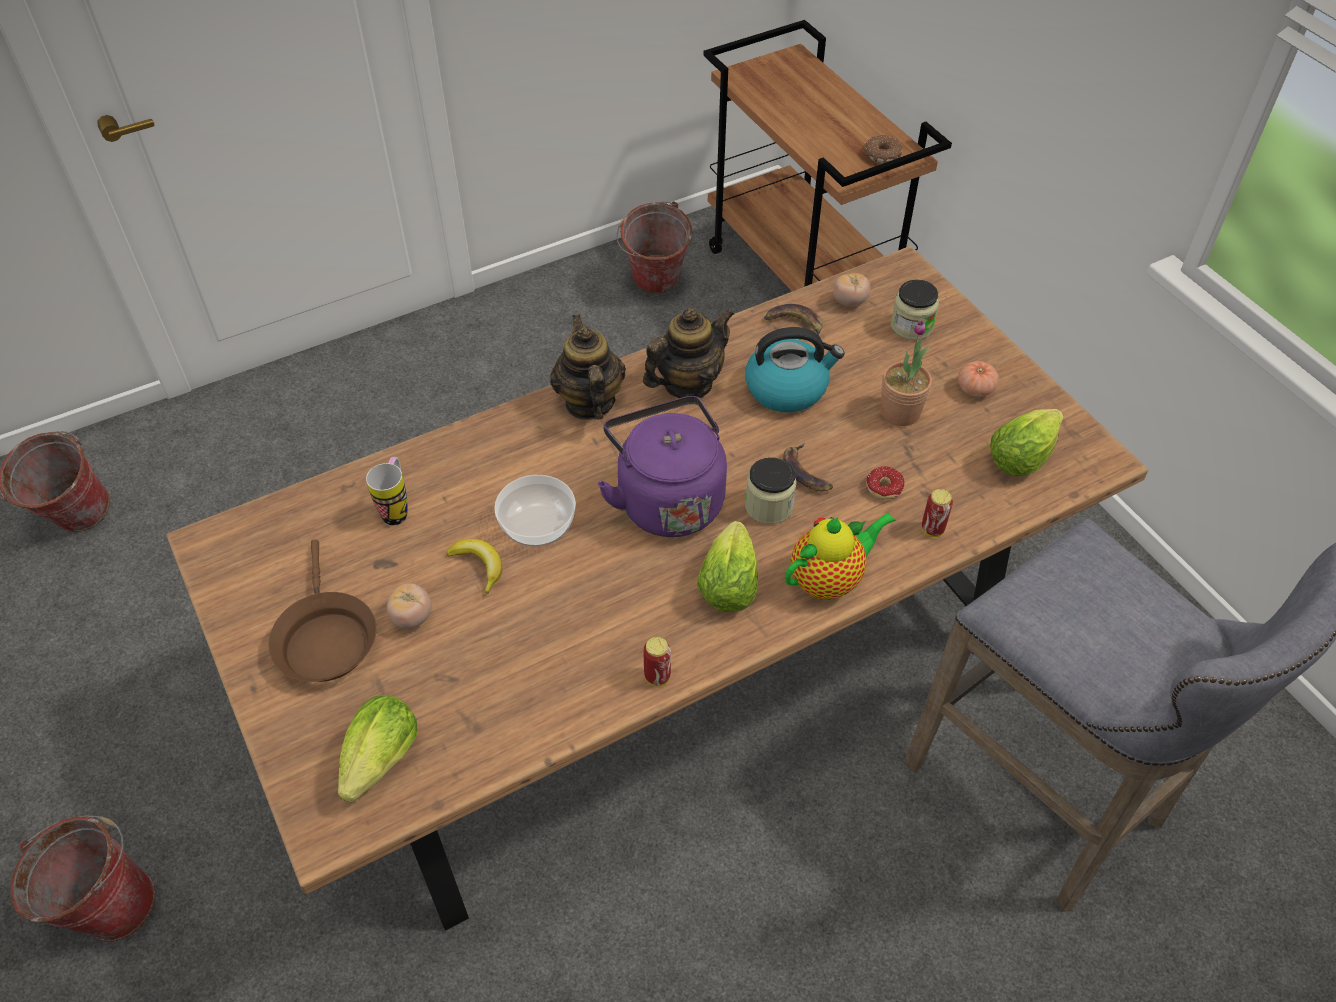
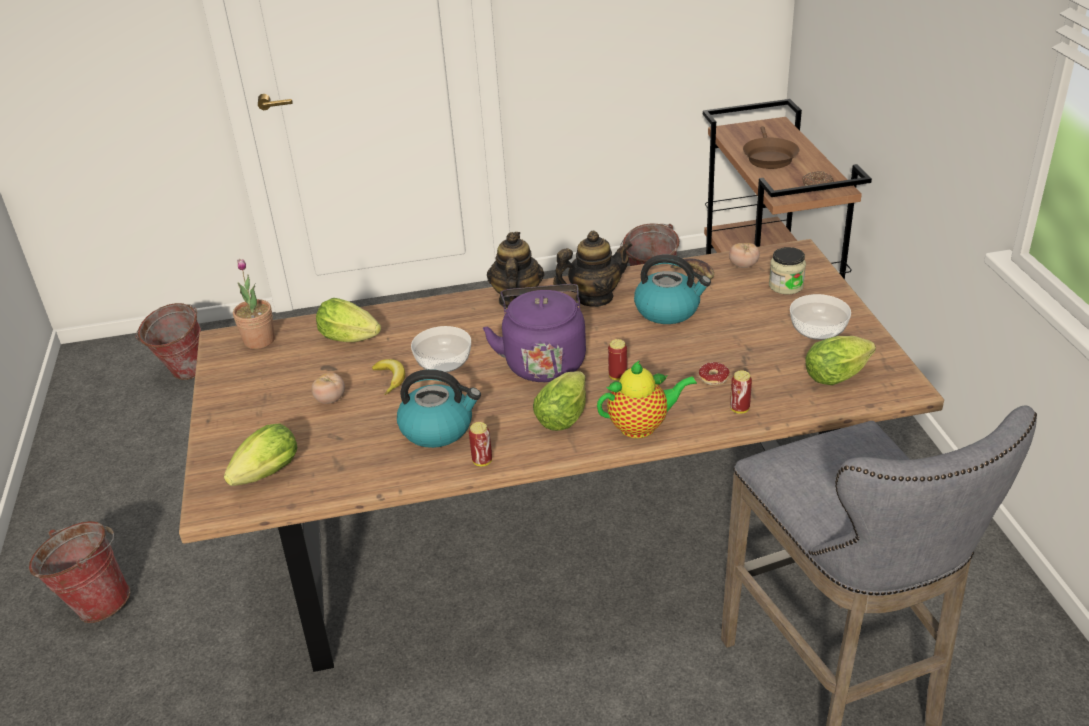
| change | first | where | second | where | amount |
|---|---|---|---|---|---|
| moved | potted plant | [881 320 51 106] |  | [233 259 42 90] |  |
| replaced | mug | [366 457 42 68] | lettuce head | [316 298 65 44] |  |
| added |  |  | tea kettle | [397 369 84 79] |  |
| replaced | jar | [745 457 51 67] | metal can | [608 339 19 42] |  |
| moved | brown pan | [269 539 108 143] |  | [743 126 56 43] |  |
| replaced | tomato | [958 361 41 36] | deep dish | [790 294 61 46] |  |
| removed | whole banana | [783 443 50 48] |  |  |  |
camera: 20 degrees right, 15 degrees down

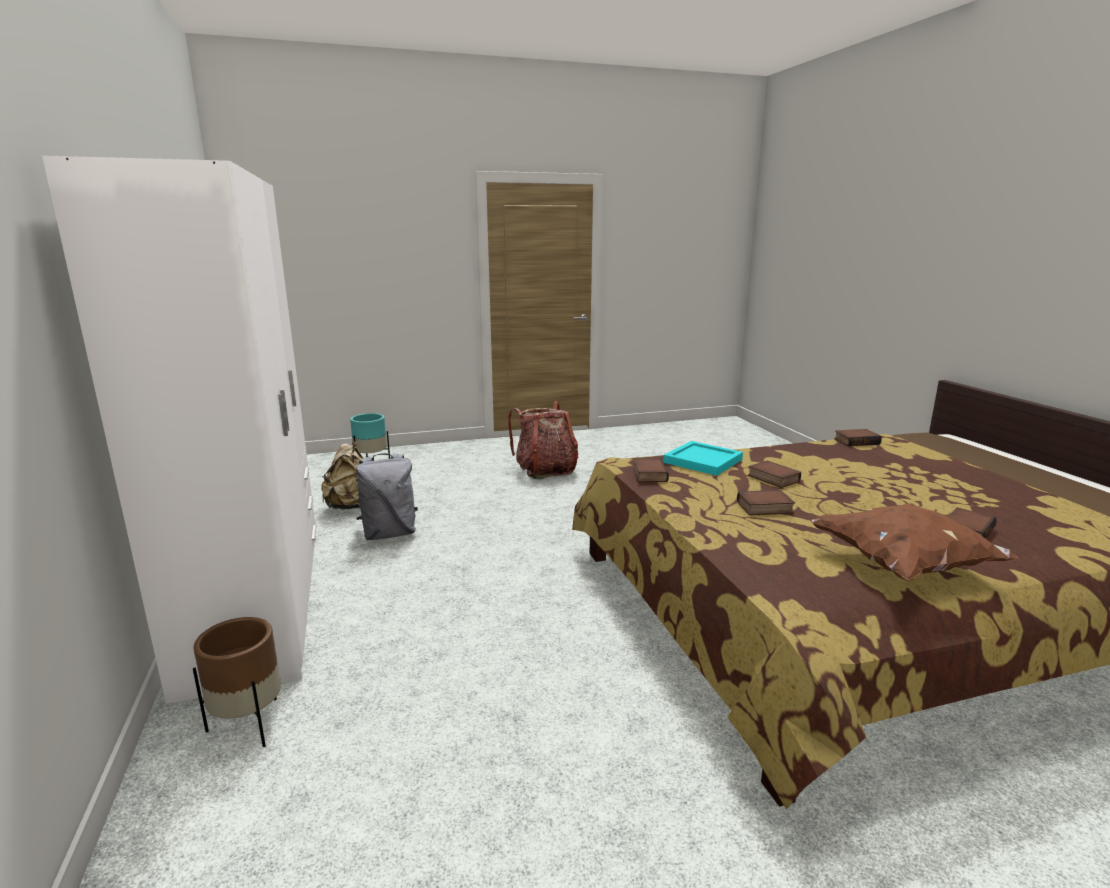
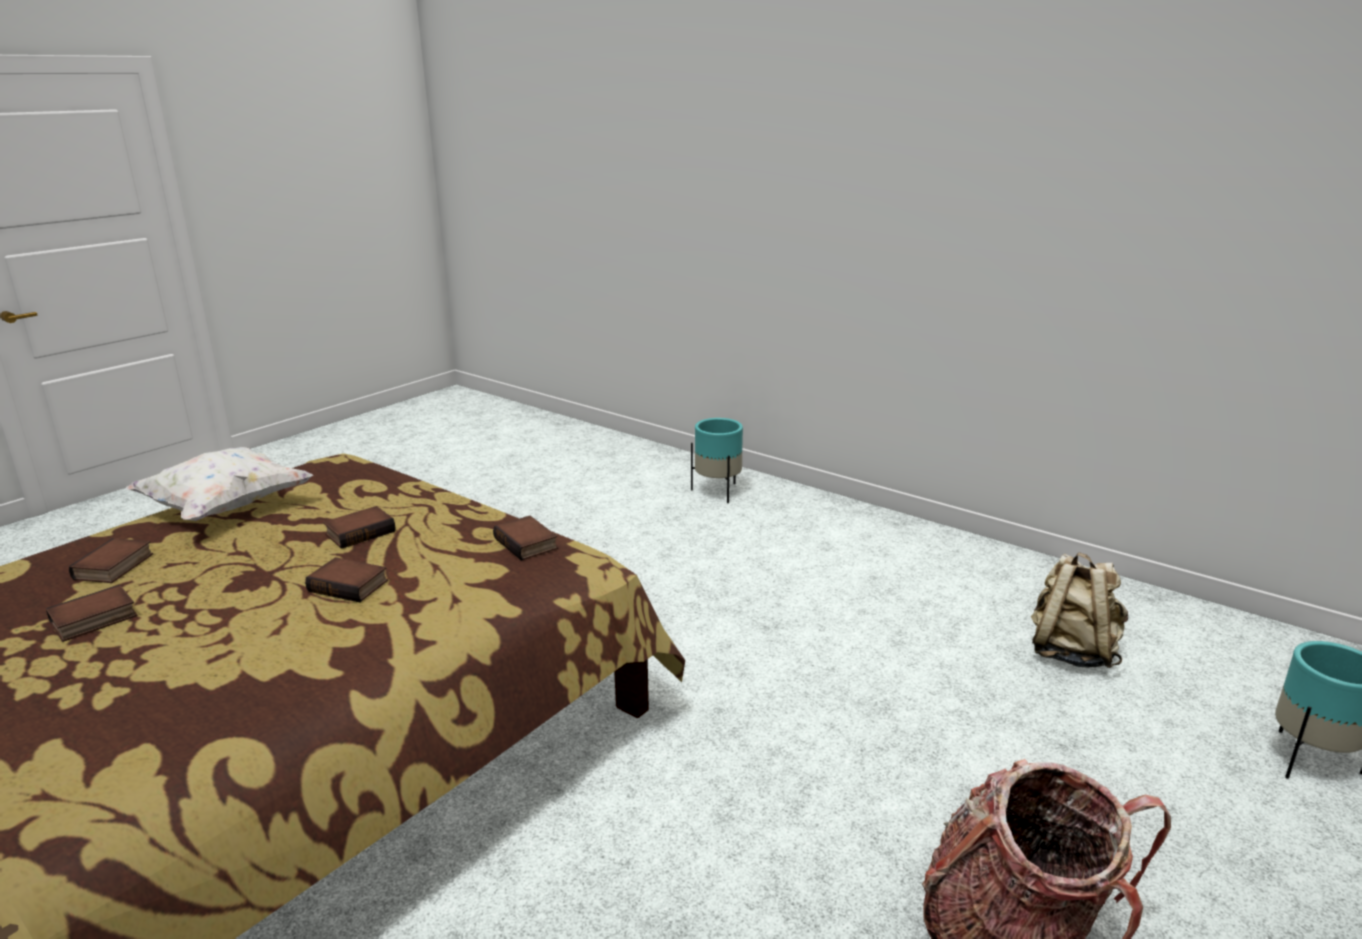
| change | first | where | second | where | amount |
|---|---|---|---|---|---|
| moved | bound book | [834 429 48 17] |  | [46 585 92 57] |  |
| recoloured | brown pillow | [810 503 208 78] | white-coloured pillow | [126 447 187 74] |  |
| recoloured | brown planter | [193 617 88 130] | blue-green planter | [691 418 52 85] |  |
| removed | white-coloured armoire | [42 156 274 548] |  |  |  |
| removed | grey backpack | [356 453 62 87] |  |  |  |
| removed | blue-green carrying tray | [663 441 80 35] |  |  |  |
camera: 145 degrees right, 5 degrees up

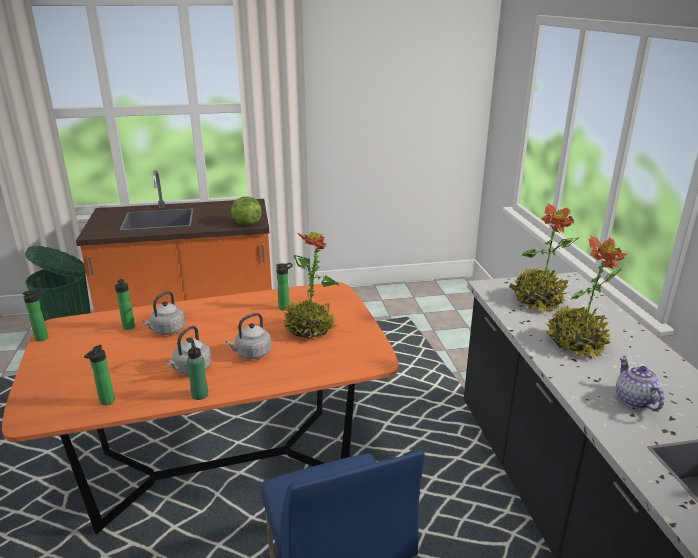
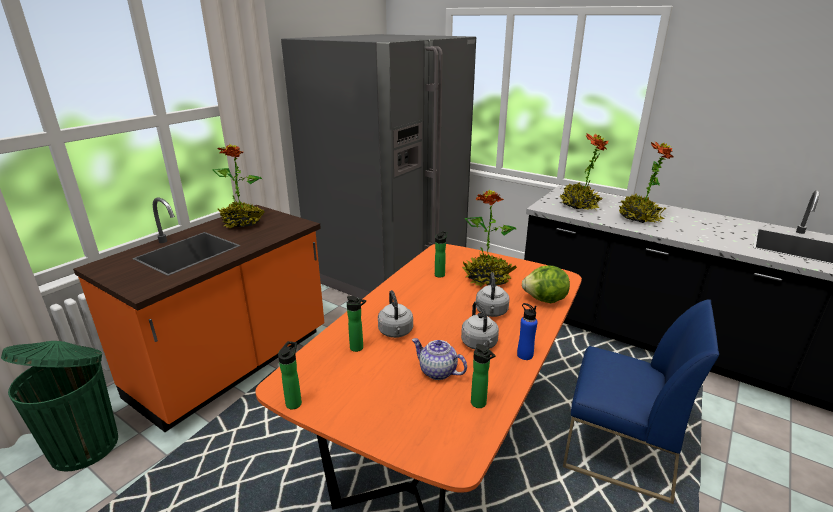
| change | first | where | second | where | amount |
|---|---|---|---|---|---|
| added |  |  | potted plant | [212 144 53 85] |  |
| added |  |  | grey kitchen fridge | [281 34 195 265] |  |
| moved | pot for tea | [616 357 49 54] |  | [412 338 55 42] |  |
| recoloured | green drink bottle | [187 340 21 60] | blue drink bottle | [517 303 21 57] |  |
| moved | lettuce head | [231 196 31 29] |  | [522 266 48 37] |  |
camera: 45 degrees left, 0 degrees up

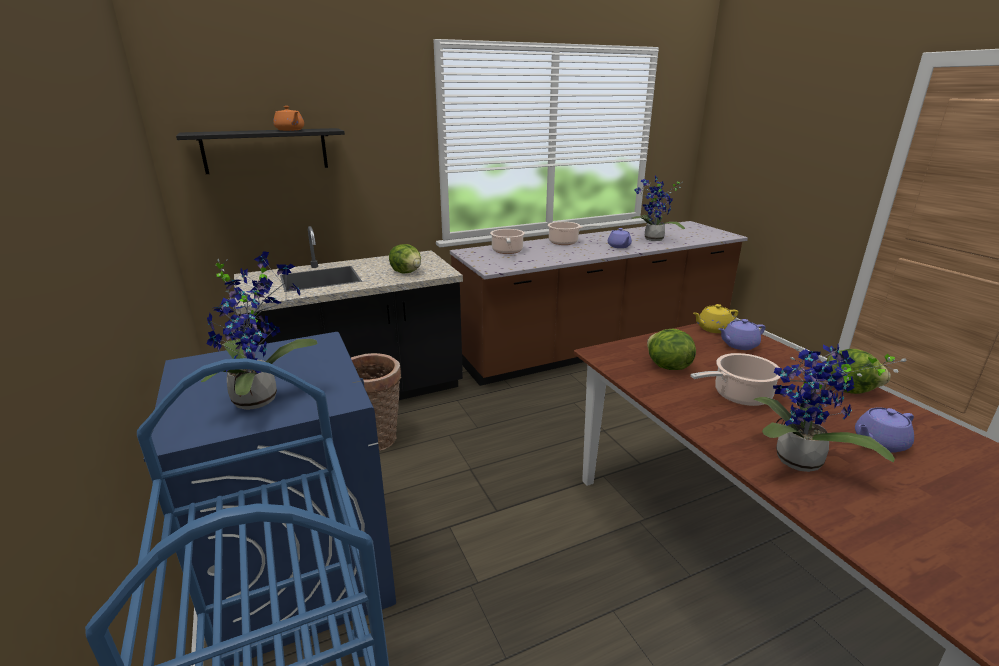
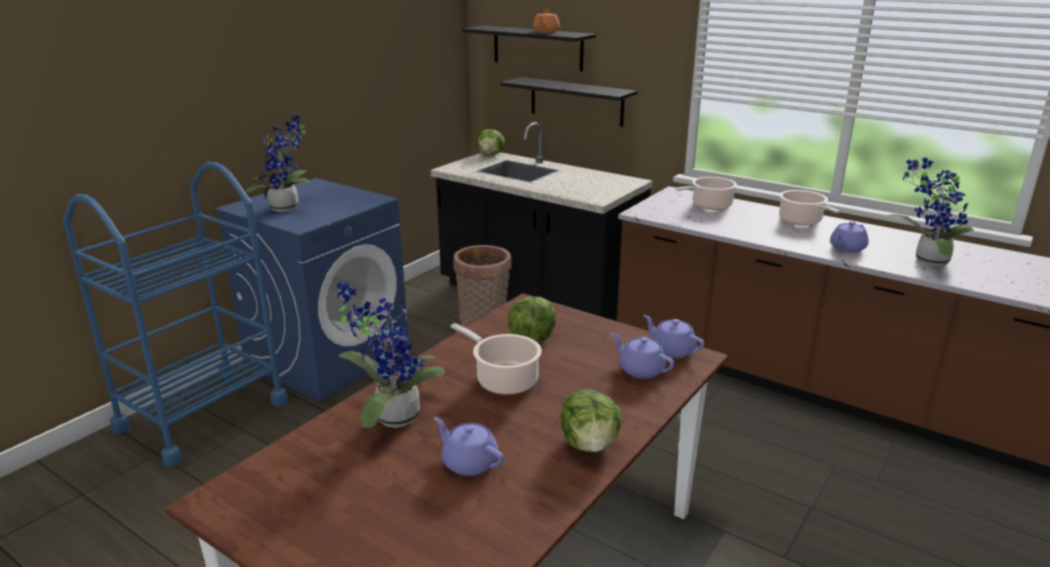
| change | first | where | second | where | amount |
|---|---|---|---|---|---|
| moved | lettuce head | [389 244 32 29] |  | [478 129 27 27] |  |
| added |  |  | blackish shelf | [500 77 138 50] |  |
| recoloured | yellow-coloured pot for tea | [693 304 45 29] | purplish pot for tea | [643 315 62 43] |  |
camera: 60 degrees right, 0 degrees up

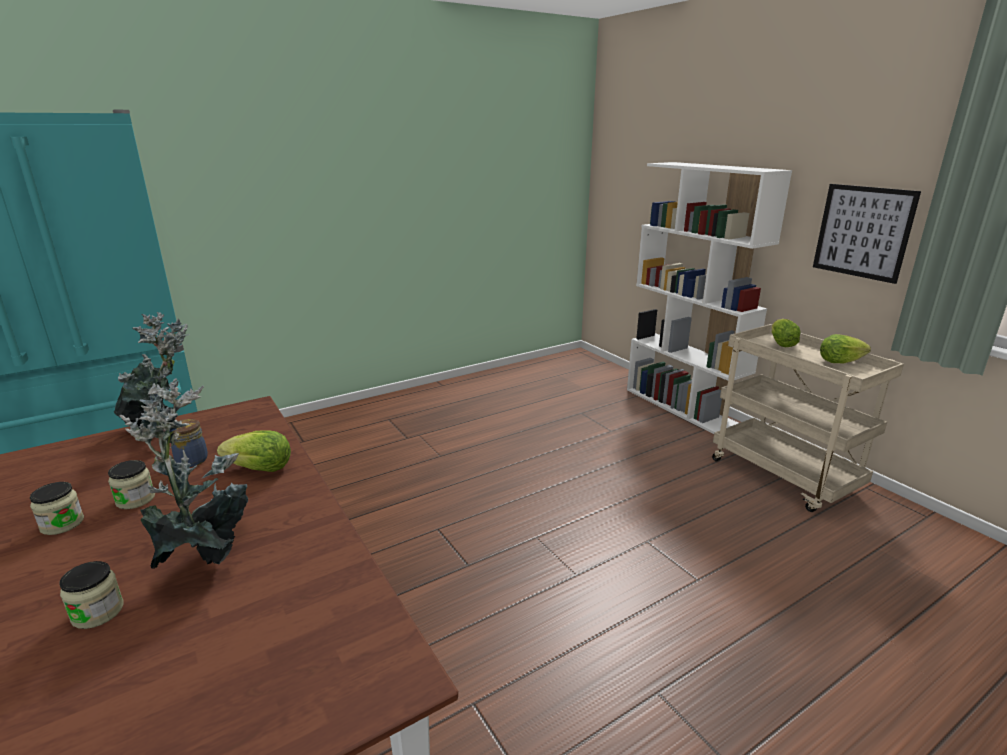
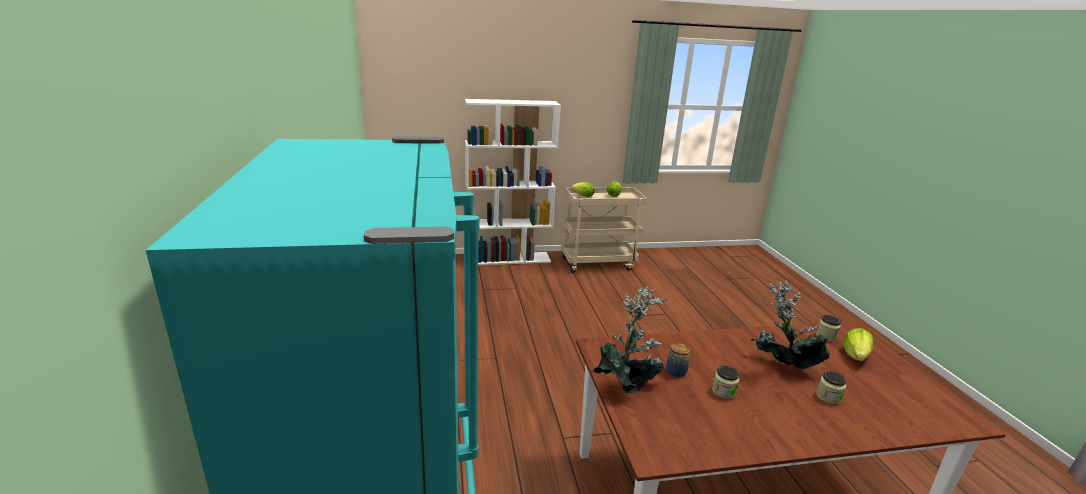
| change | first | where | second | where | amount |
|---|---|---|---|---|---|
| moved | jar | [30 482 54 53] |  | [816 315 25 27] |  |
| moved | lettuce head | [217 430 74 42] |  | [843 328 31 33] |  |
| removed | picture | [813 184 108 100] |  |  |  |
camera: 70 degrees left, 0 degrees up

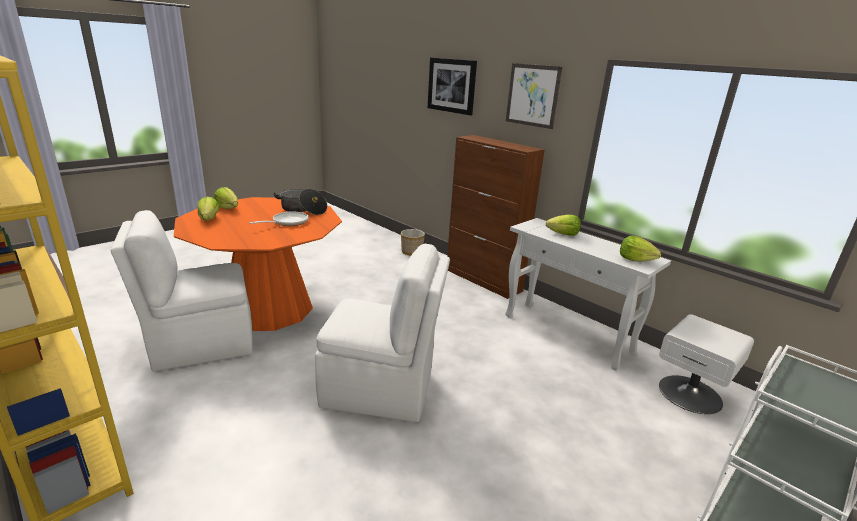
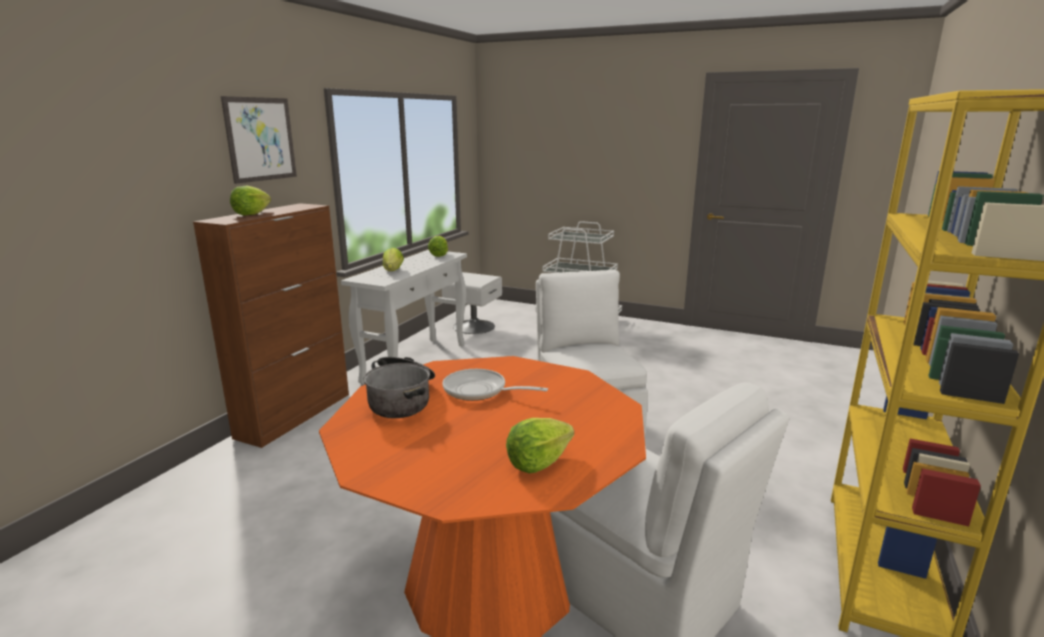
| change | first | where | second | where | amount |
|---|---|---|---|---|---|
| moved | lettuce head | [214 187 24 22] |  | [230 185 41 30] |  |
| removed | planter | [401 229 24 27] |  |  |  |
| removed | picture | [428 57 49 59] |  |  |  |
camera: 110 degrees left, 5 degrees down

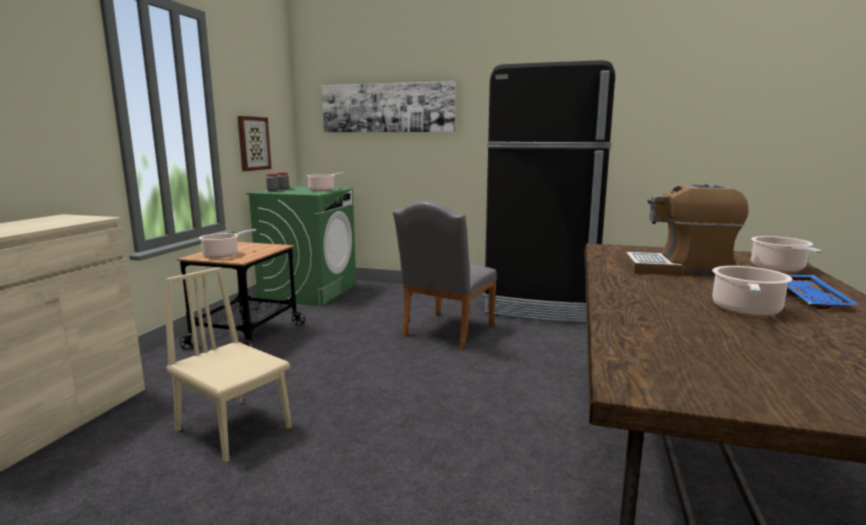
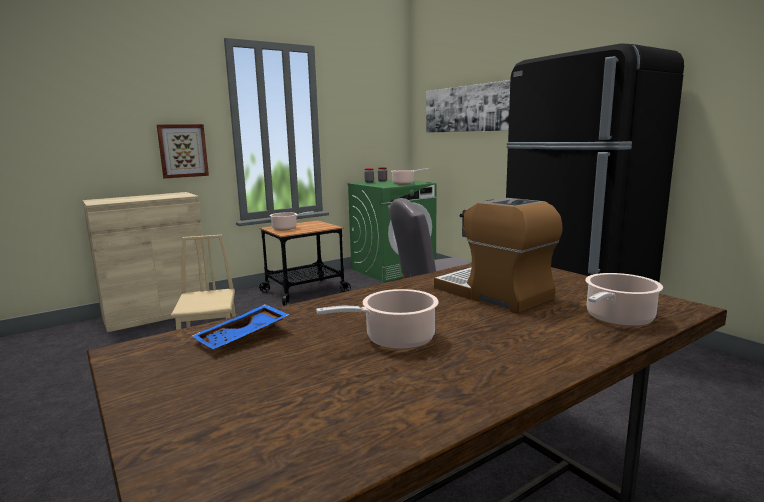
| change | first | where | second | where | amount |
|---|---|---|---|---|---|
| moved | picture | [238 116 34 55] |  | [157 124 52 55] |  |
| moved | blue carrying tray | [787 275 71 34] |  | [192 304 97 45] |  |
camera: 40 degrees right, 0 degrees up

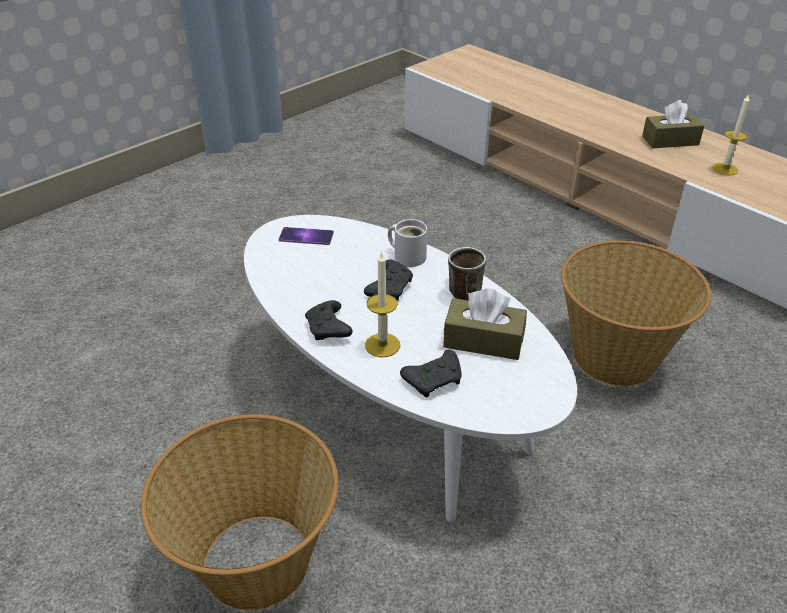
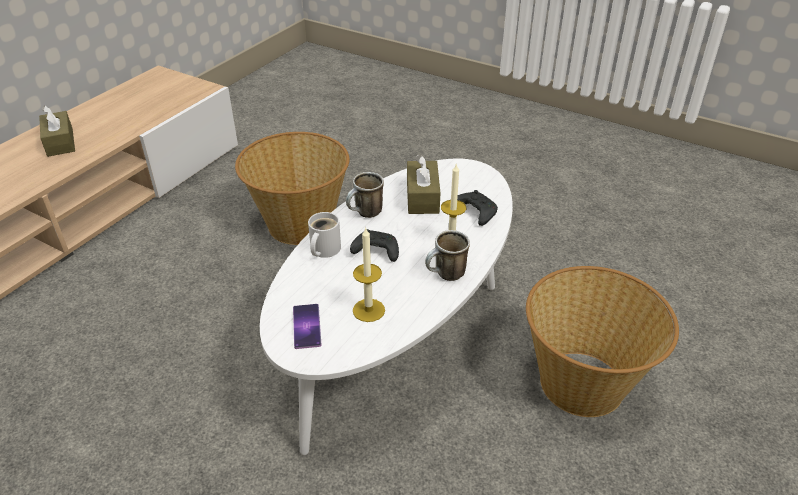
| change | first | where | second | where | amount |
|---|---|---|---|---|---|
| moved | wax candle | [712 94 38 82] |  | [353 227 32 95] |  |
| replaced | blackish joypad | [305 300 48 40] | mug | [425 230 45 51] |  |
camera: 105 degrees left, 0 degrees up

